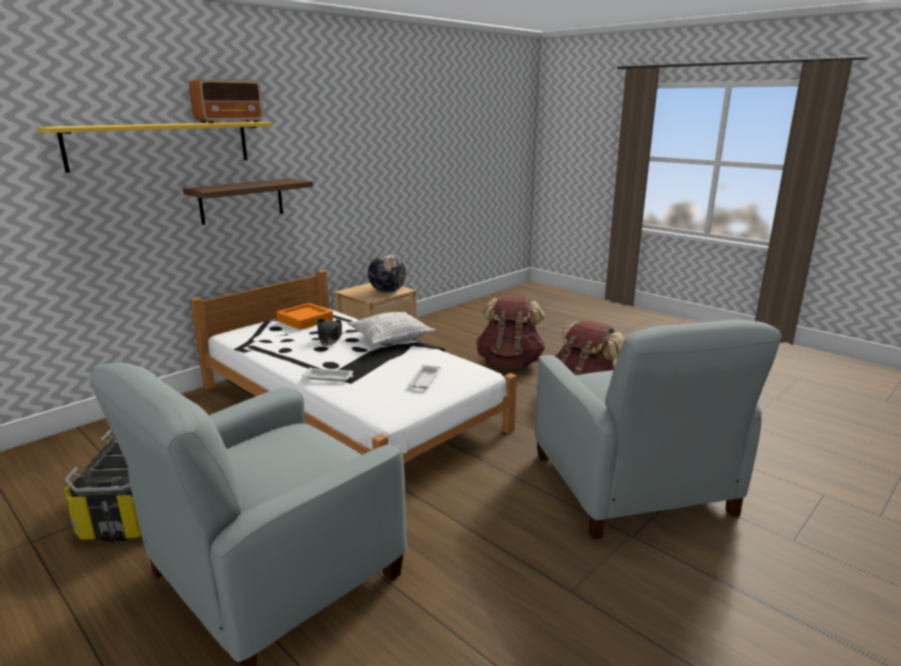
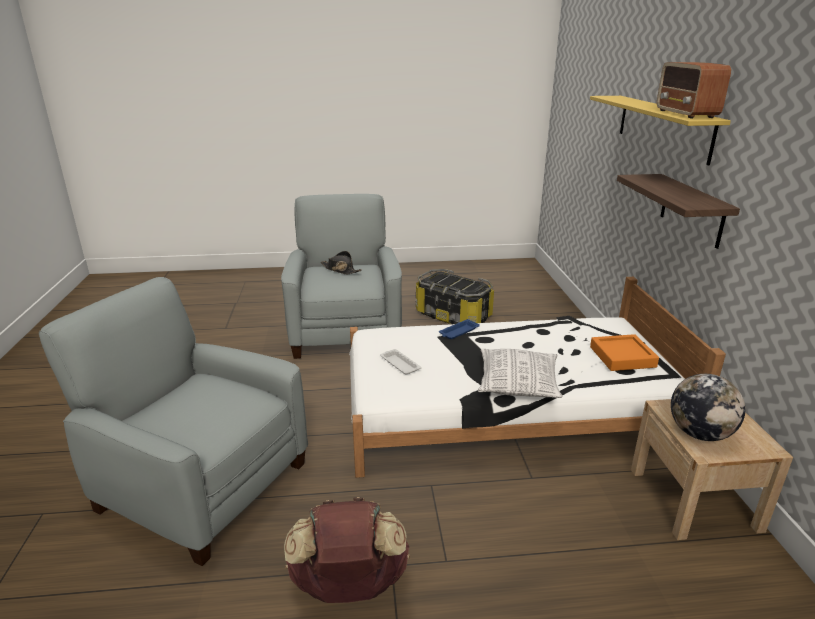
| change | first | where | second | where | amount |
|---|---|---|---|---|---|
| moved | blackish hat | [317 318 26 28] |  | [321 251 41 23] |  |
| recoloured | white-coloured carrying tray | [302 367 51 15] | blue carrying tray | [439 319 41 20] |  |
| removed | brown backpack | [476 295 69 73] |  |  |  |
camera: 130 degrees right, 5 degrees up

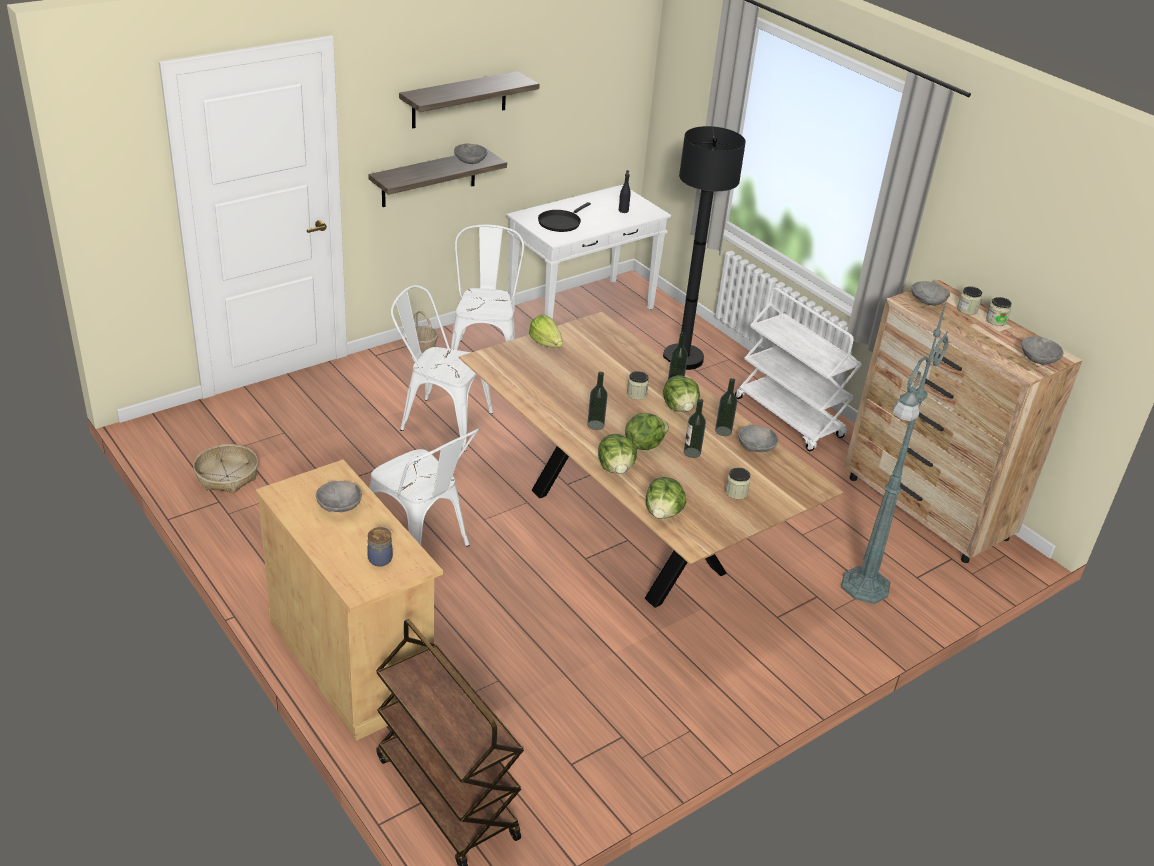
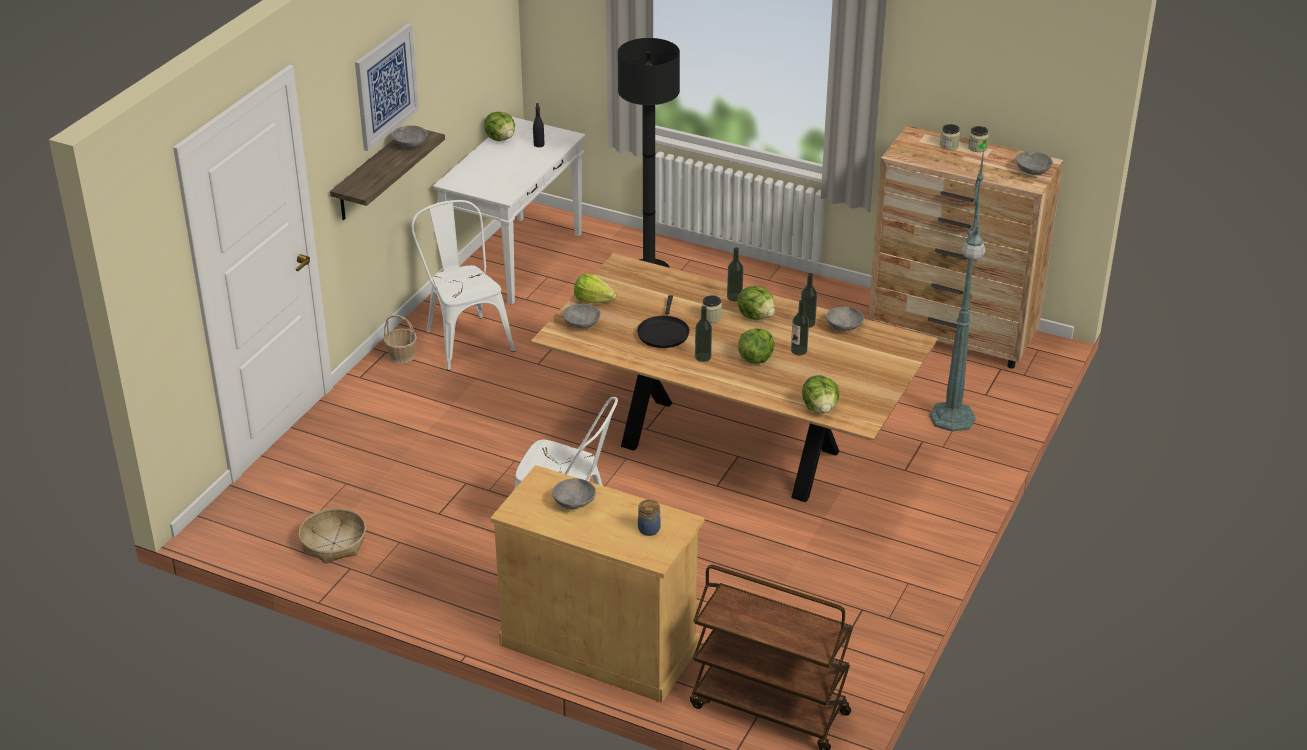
| change | first | where | second | where | amount |
|---|---|---|---|---|---|
| replaced | shelf | [399 71 141 57] | picture | [355 23 64 128] |  |
| moved | lettuce head | [598 434 39 40] |  | [484 112 31 29] |  |
| moved | grey deep dish | [912 281 38 25] |  | [563 303 37 25] |  |
| moved | blackish pan | [538 202 53 30] |  | [637 295 53 53] |  |
| removed | white-coloured plain chair | [391 285 102 166] |  |  |  |
| removed | jar | [725 468 26 31] |  |  |  |
| removed | white-coloured trolley | [735 287 127 164] |  |  |  |
camera: 25 degrees left, 0 degrees up

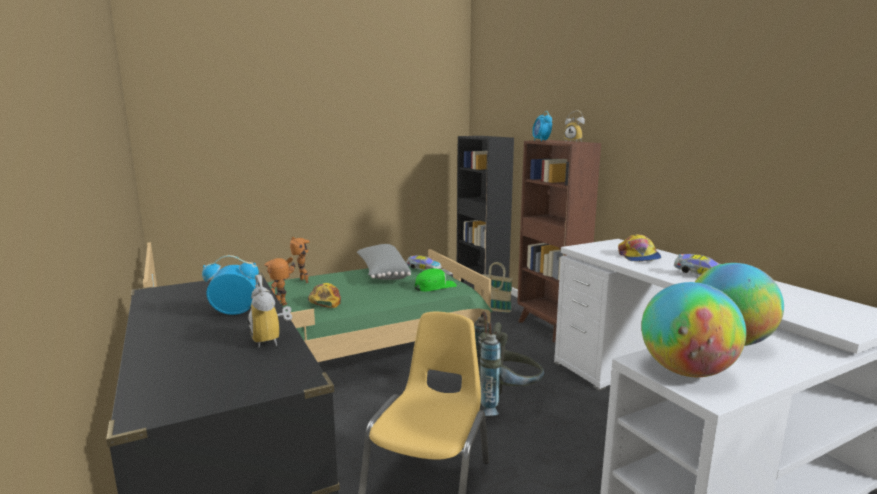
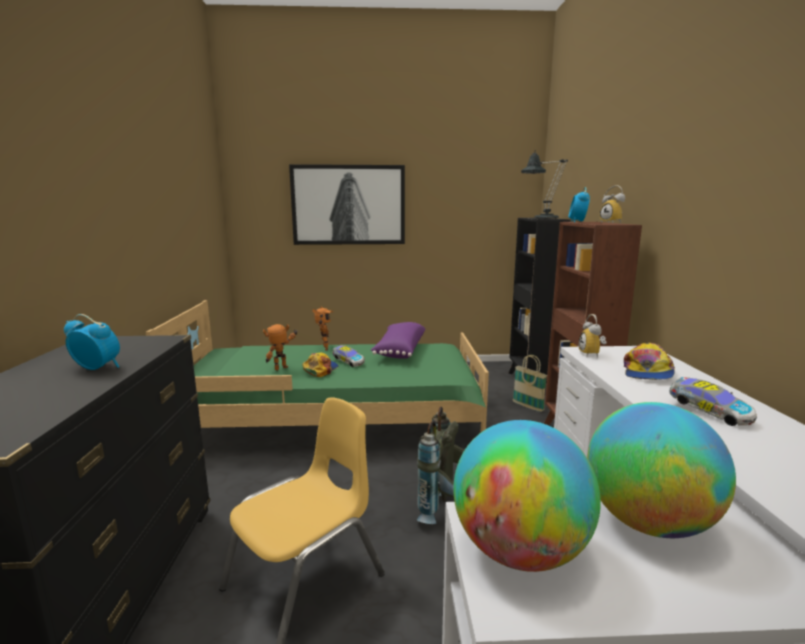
| change | first | where | second | where | amount |
|---|---|---|---|---|---|
| added |  |  | picture | [289 164 116 81] |  |
| moved | toy car | [406 255 36 15] |  | [333 345 32 22] |  |
| recoloured | grey pillow | [357 244 54 36] | purplish pillow | [371 322 55 37] |  |
| added |  |  | table lamp | [521 150 47 69] |  |
| moved | bedside clock | [248 275 44 72] |  | [579 314 28 44] |  |
| removed | green peaked cap | [414 268 43 23] |  |  |  |
camera: 25 degrees right, 0 degrees up

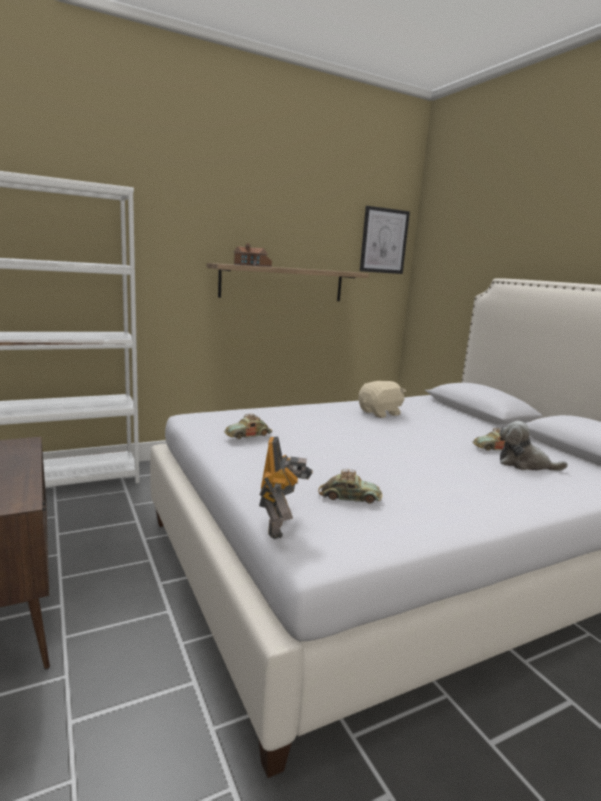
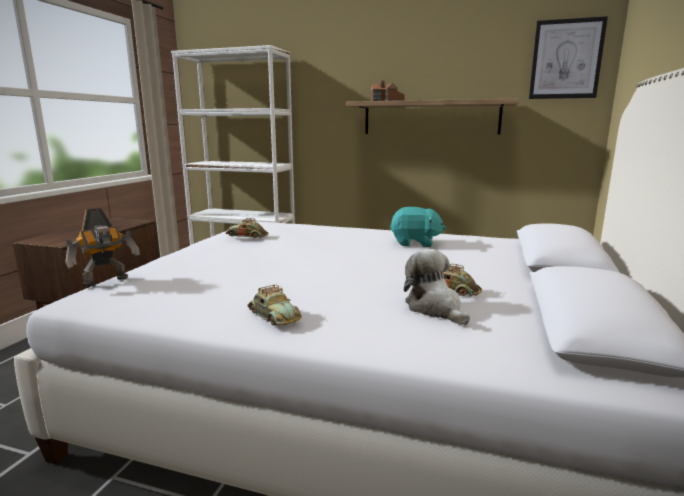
| change | first | where | second | where | amount |
|---|---|---|---|---|---|
| moved | toy car | [318 469 64 35] |  | [248 284 54 42] |  |
| recoloured | beige plush toy | [358 381 48 37] | blue-green plush toy | [390 207 56 40] |  |
camera: 45 degrees right, 0 degrees up

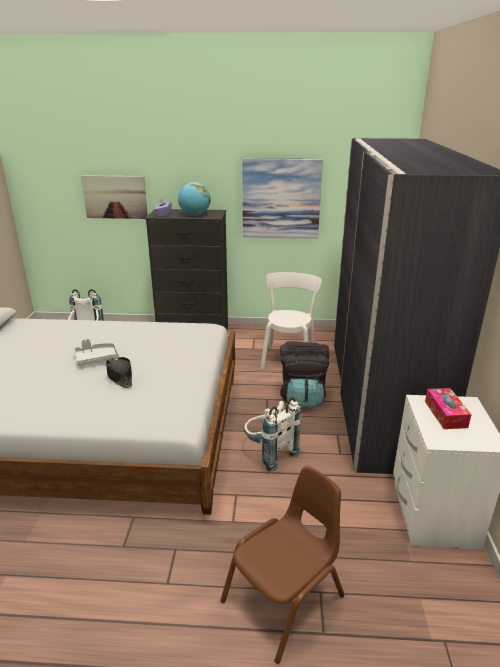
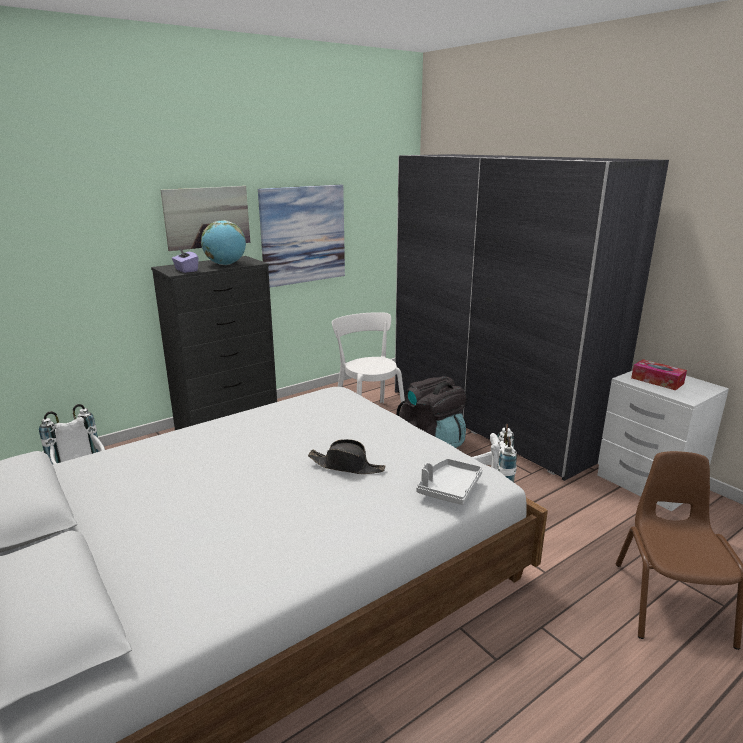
| change | first | where | second | where | amount |
|---|---|---|---|---|---|
| moved | picture | [81 175 67 44] |  | [161 186 89 65] |  |
| moved | grey carrying tray | [74 339 45 27] |  | [416 459 67 46] |  |
camera: 40 degrees left, 5 degrees down

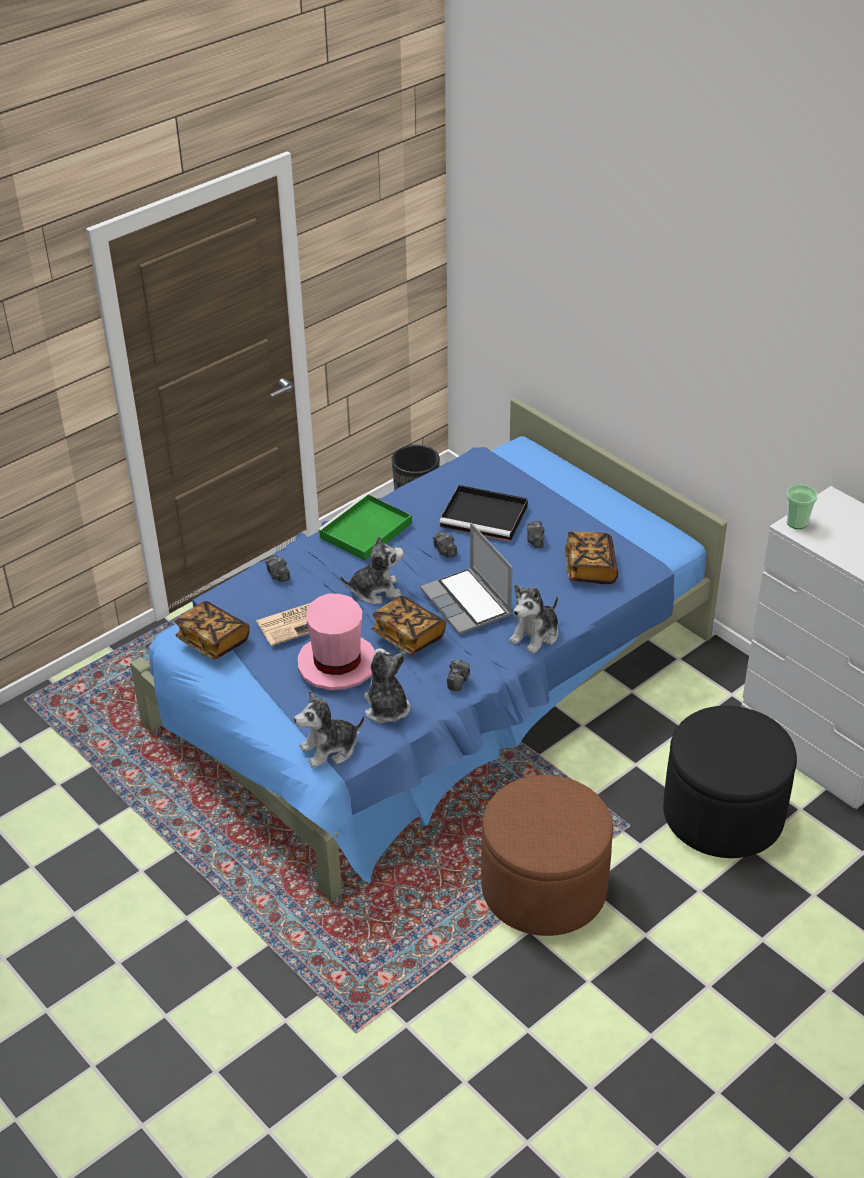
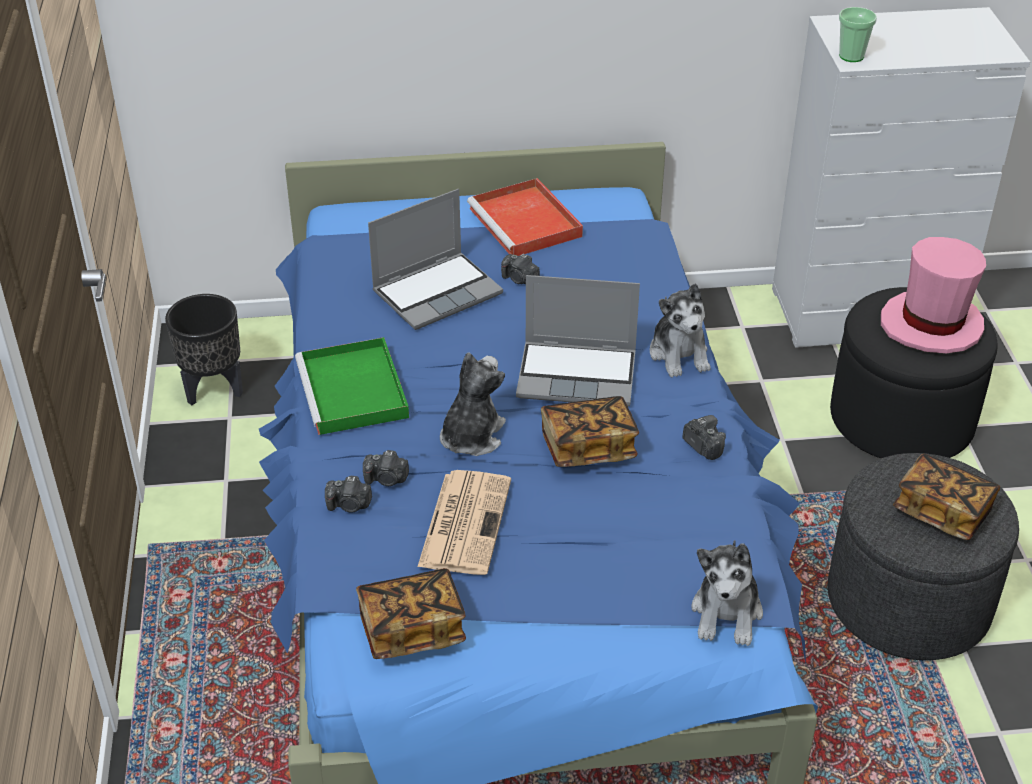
| change | first | where | second | where | amount |
|---|---|---|---|---|---|
| moved | photo camera | [433 531 24 27] |  | [363 450 46 36] |  |
| replaced | blackish carrying tray | [439 485 89 56] | laptop | [368 189 135 141] |  |
| added |  |  | reddish carrying tray | [467 178 116 78] |  |
| recoloured | brown footrest | [481 775 132 161] | grey footrest | [828 453 191 207] |  |
| moved | pink hat | [298 593 77 97] |  | [881 237 105 117] |  |
| moved | bound book | [565 531 53 53] |  | [893 454 107 86] |  |
| removed | plush toy | [364 648 46 75] |  |  |  |
camera: 55 degrees left, 0 degrees up

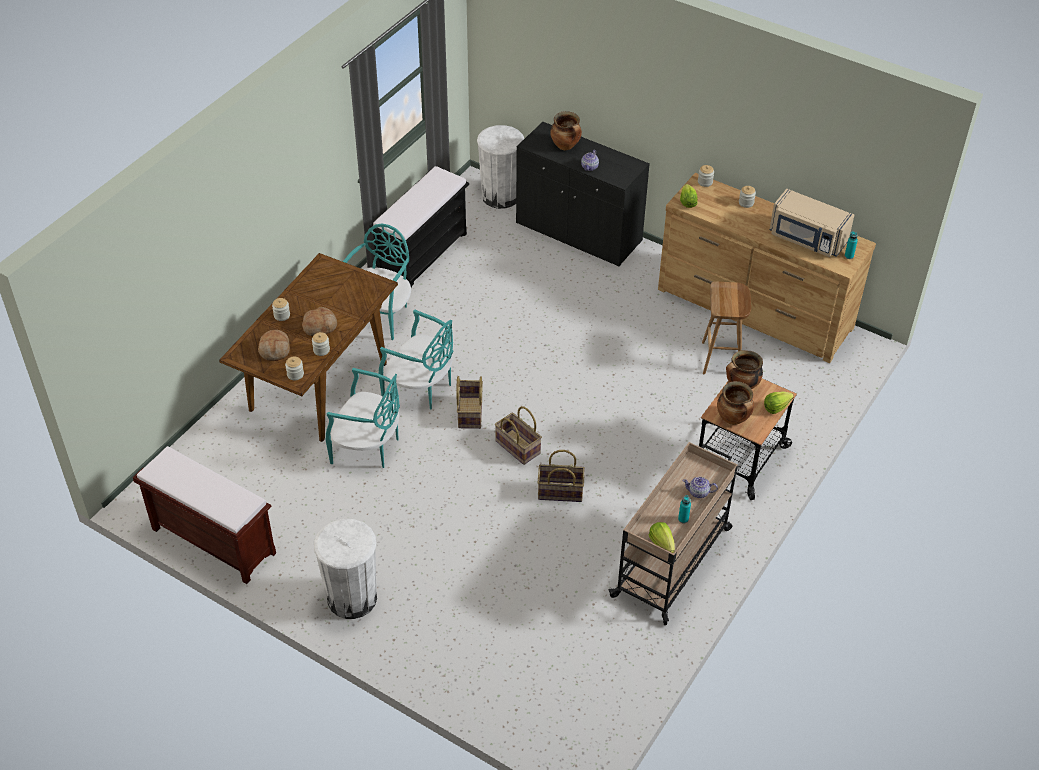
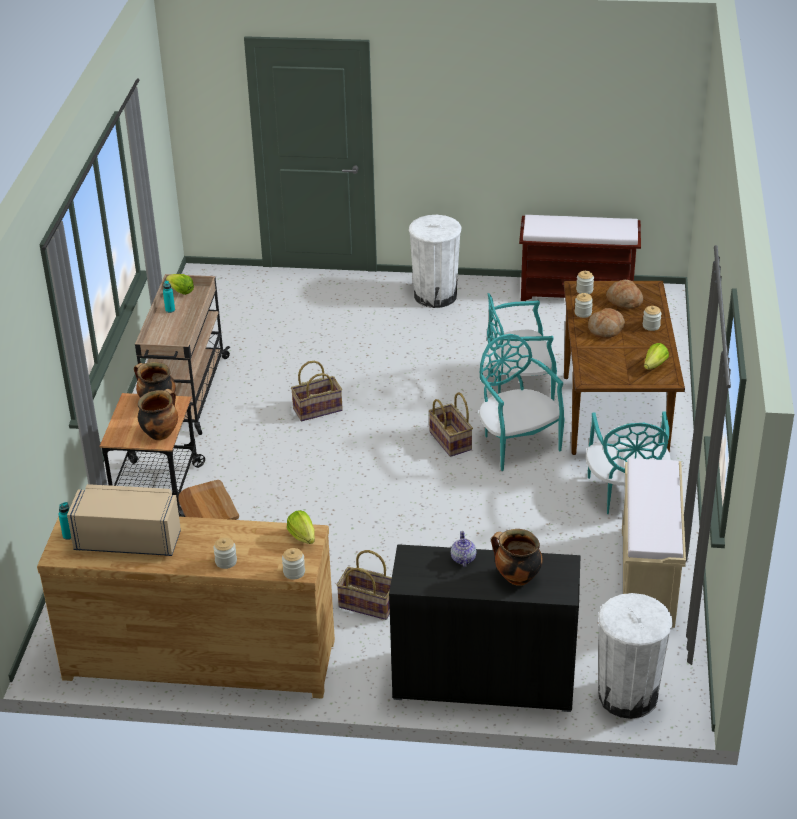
| change | first | where | second | where | amount |
|---|---|---|---|---|---|
| moved | basket | [495 406 47 59] |  | [336 550 56 70] |  |
| turned | blue-green plain chair | [378 310 75 99] |  | [479 334 86 137] | 60 degrees clockwise |
| recoloured | blackish bench | [370 166 99 121] | beige bench | [622 458 64 170] |  |
| moved | lettuce head | [764 391 30 23] |  | [644 343 25 26] |  |
| removed | pot for tea | [683 477 35 21] |  |  |  |
camera: 155 degrees right, 10 degrees down

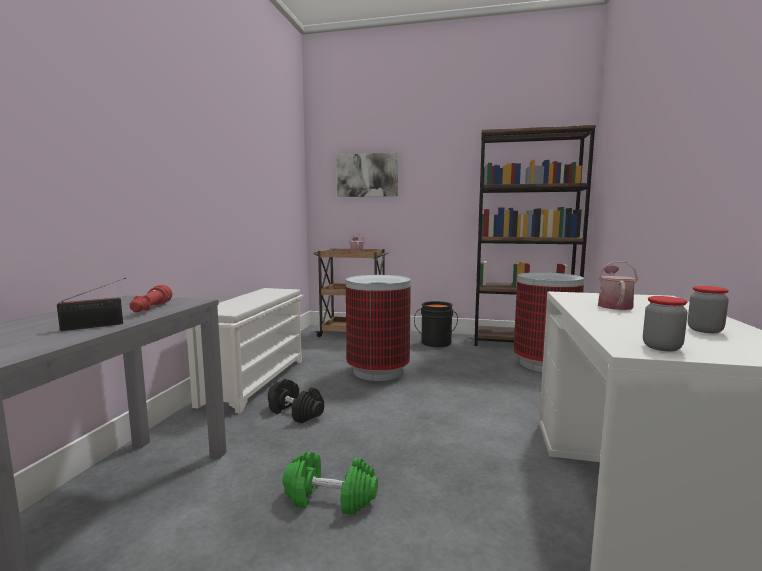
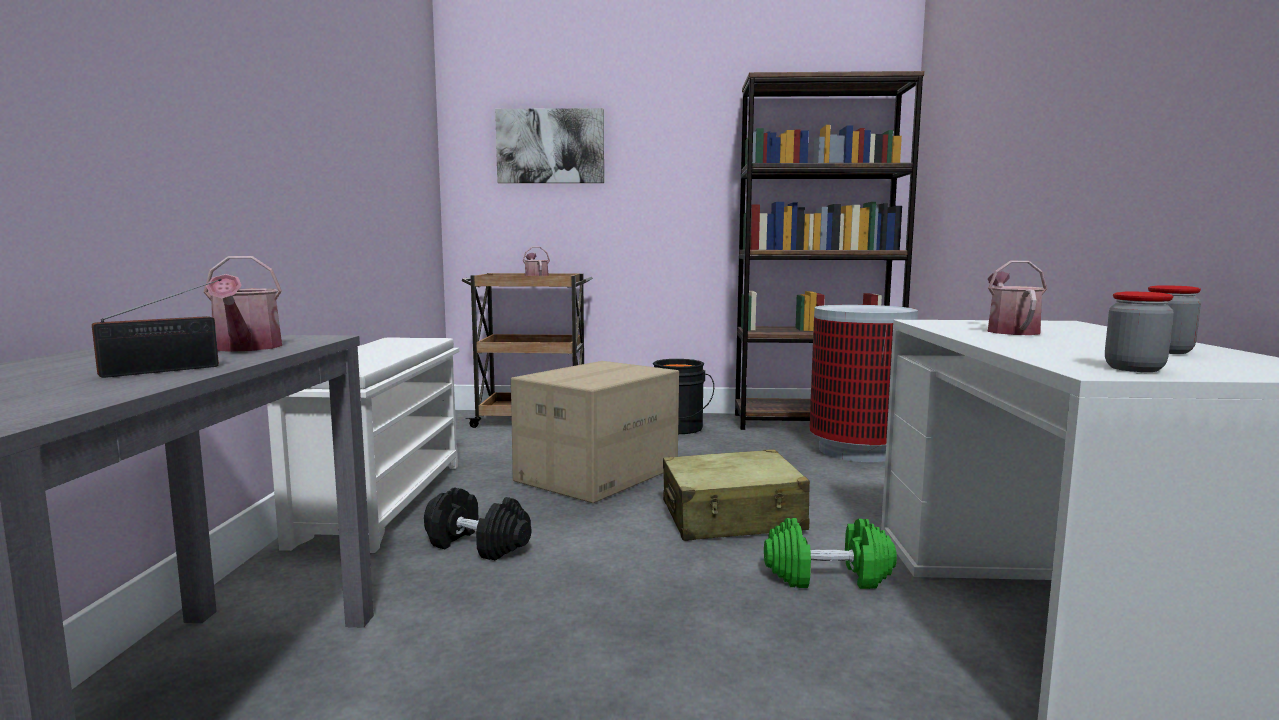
| change | first | where | second | where | amount |
|---|---|---|---|---|---|
| replaced | reddish hand torch | [129 285 43 27] | watering pot | [204 256 78 96] |  |
| replaced | rubbish bin | [346 275 65 106] | cardboard box | [511 361 168 142] |  |
| added |  |  | beige suitcase | [663 449 147 92] |  |
| moved | green dumbbell | [283 452 95 63] |  | [764 518 133 71] |  |
camera: 10 degrees left, 0 degrees up

